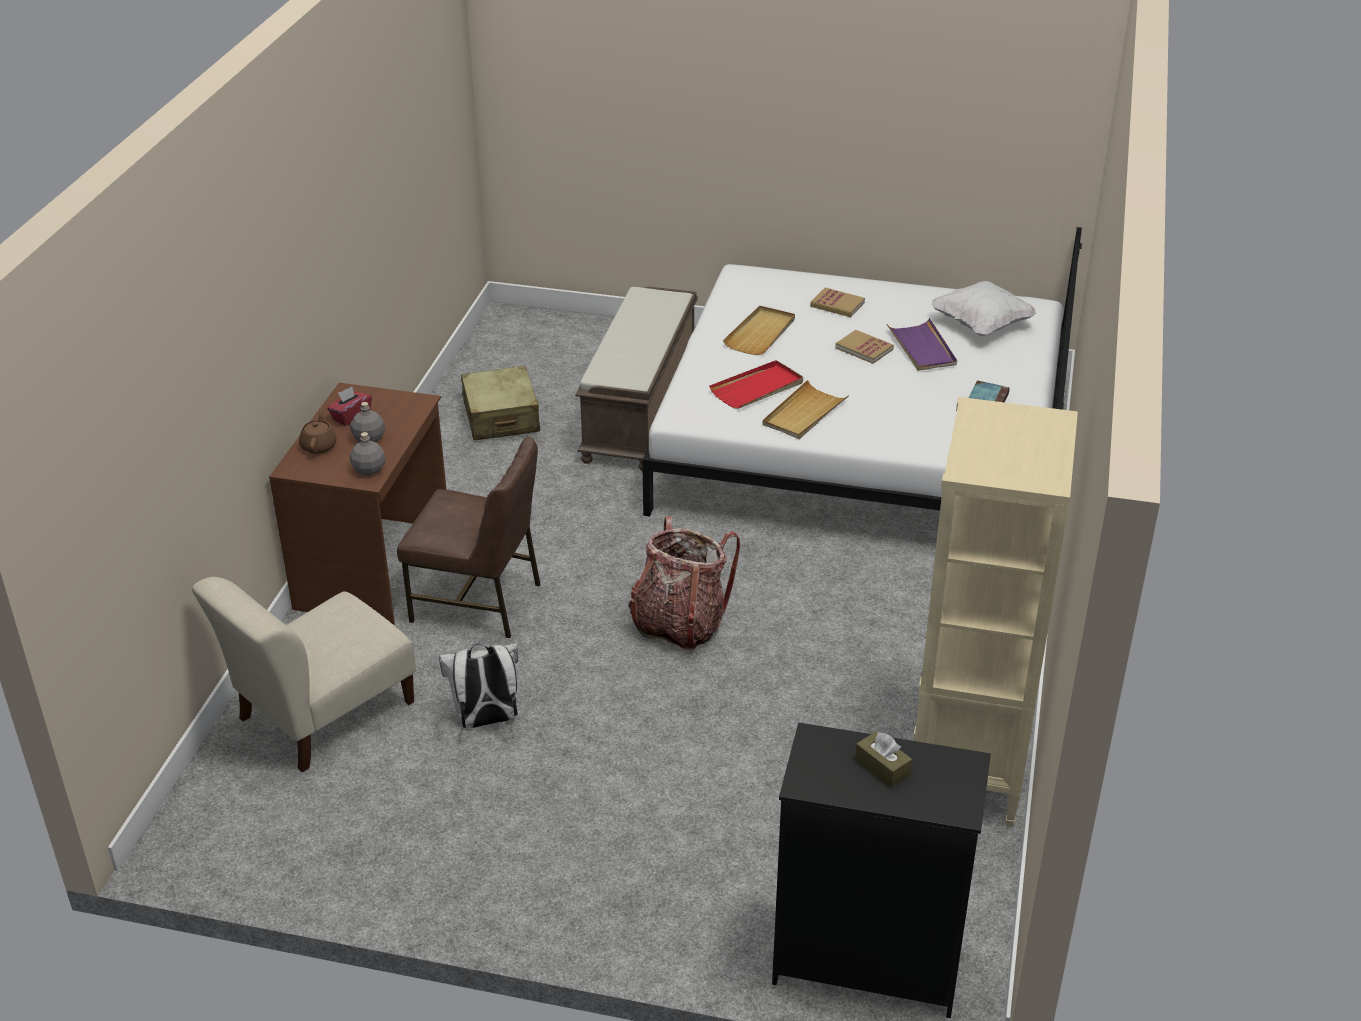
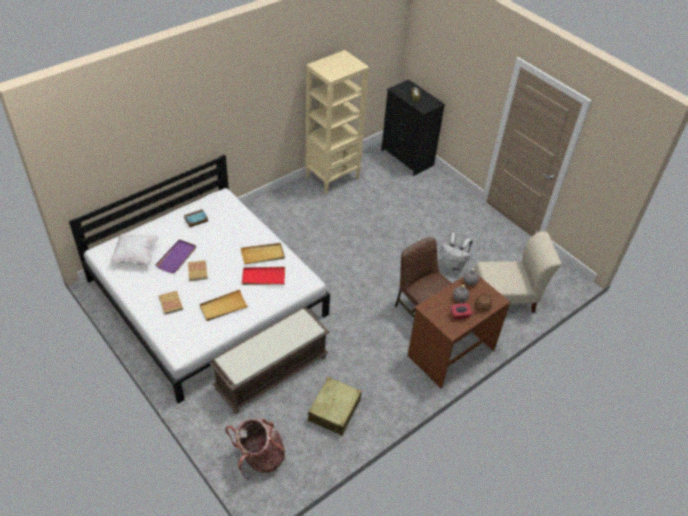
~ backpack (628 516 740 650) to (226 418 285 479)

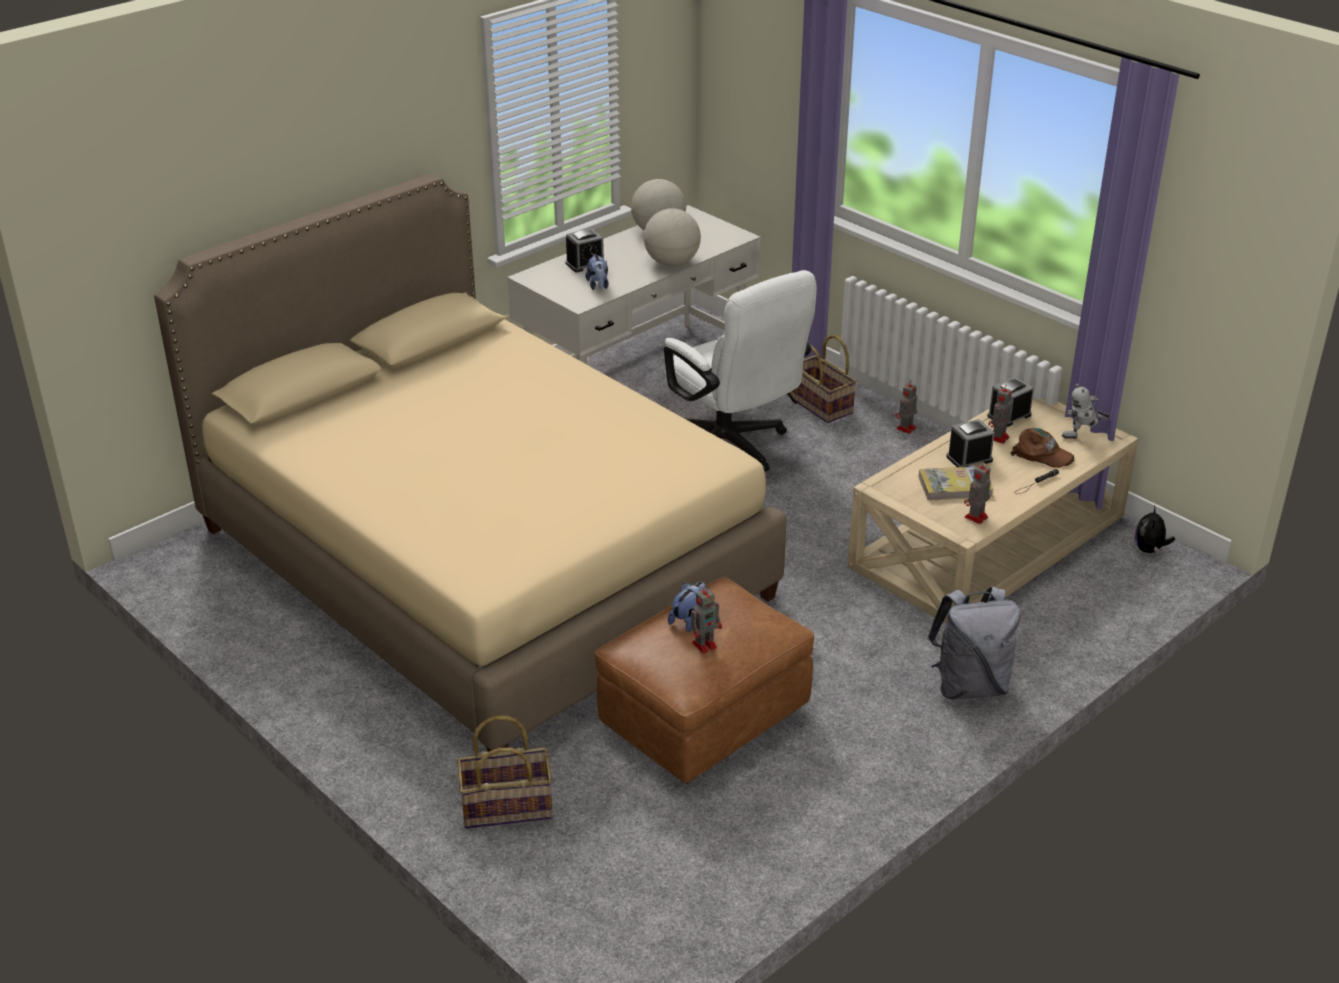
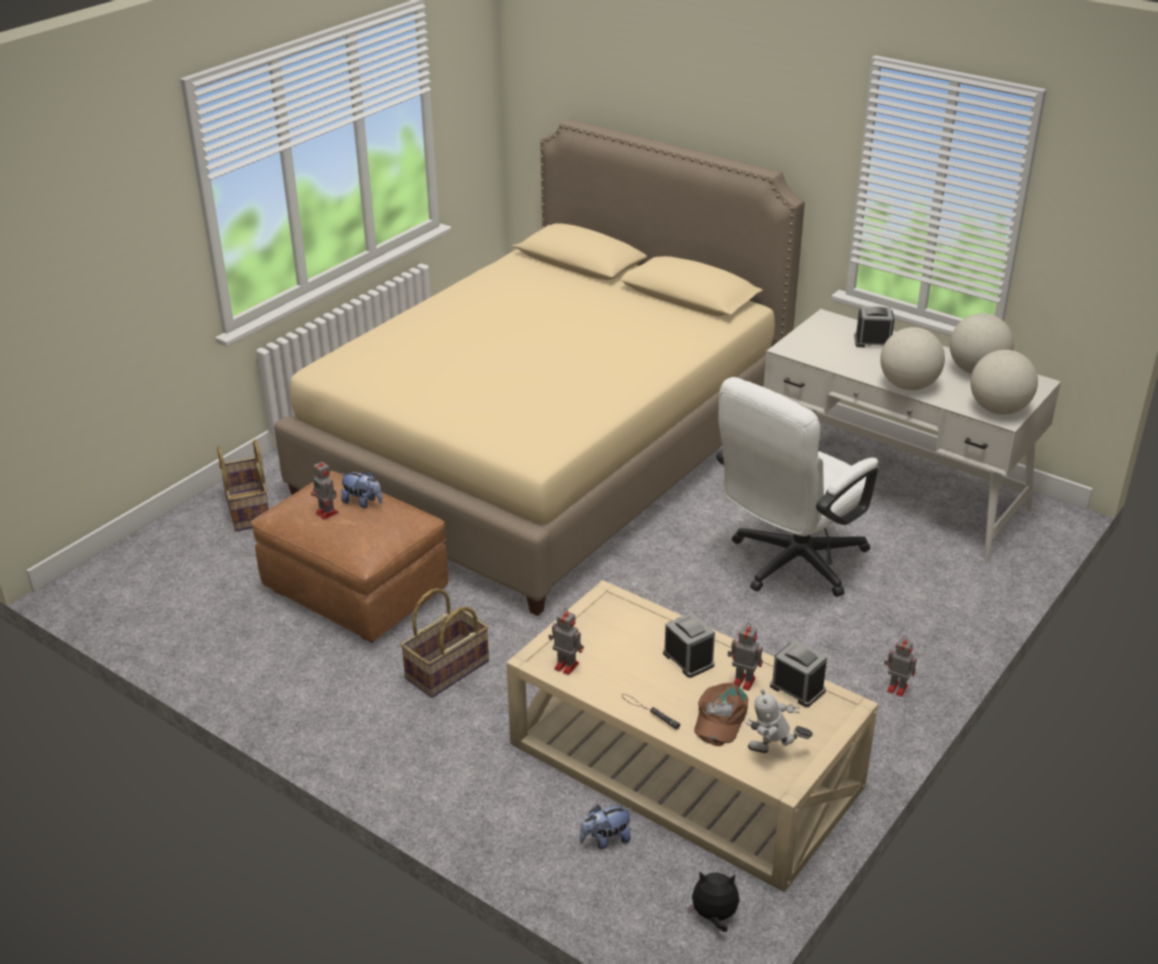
~ alarm clock (565 228 604 272) = (854 306 894 348) 135 degrees clockwise
~ plush toy (585 253 608 291) to (579 805 632 849)
~ basket (788 335 857 423) to (400 588 489 698)
~ toy robot (1062 384 1109 439) = (746 689 813 753) 60 degrees counterclockwise
- book (919 466 994 501)
- grey backpack (927 586 1020 700)
+ globe (971 350 1038 414)

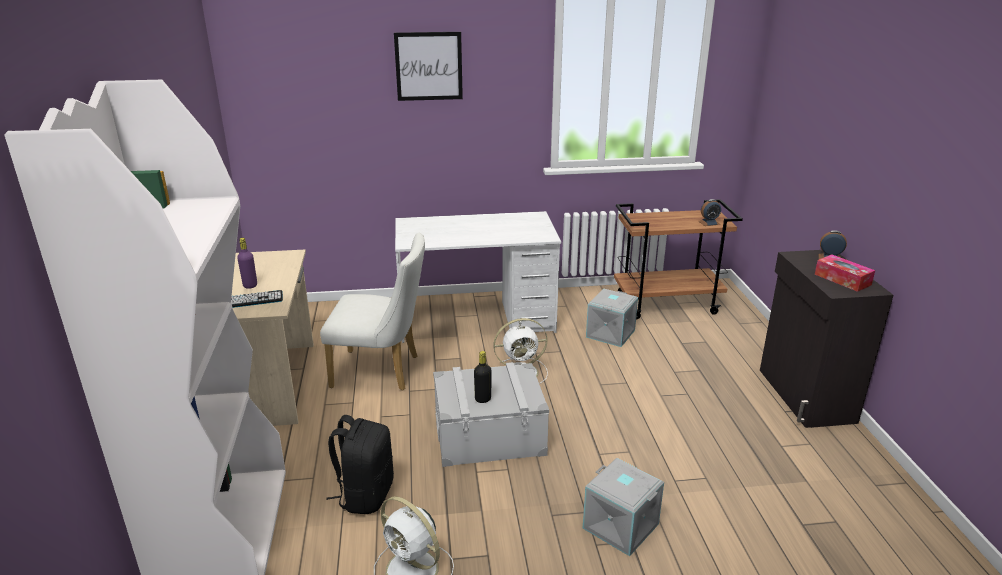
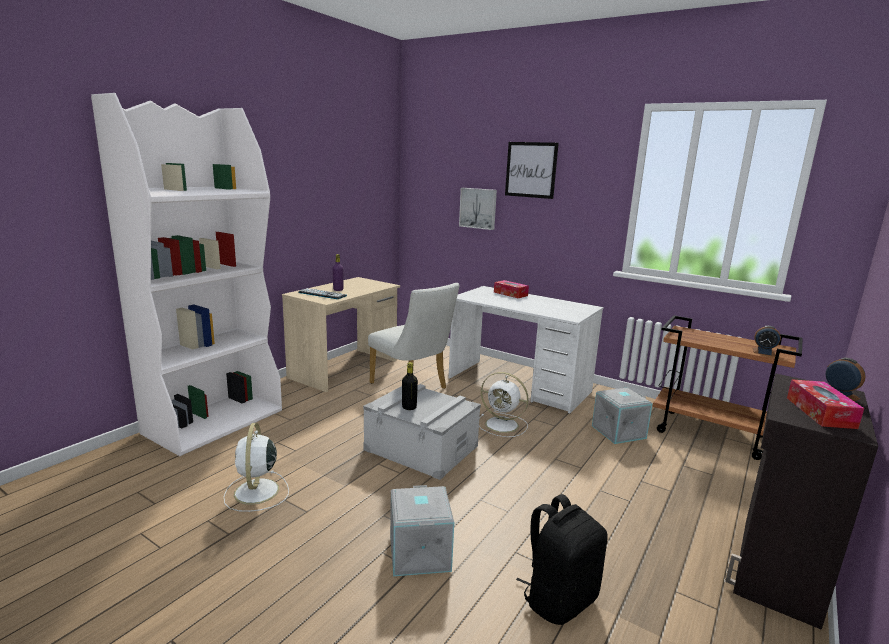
~ black backpack (326 415 394 514) to (516 494 608 625)
+ picture (459 188 497 230)
+ tissue box (494 280 529 298)

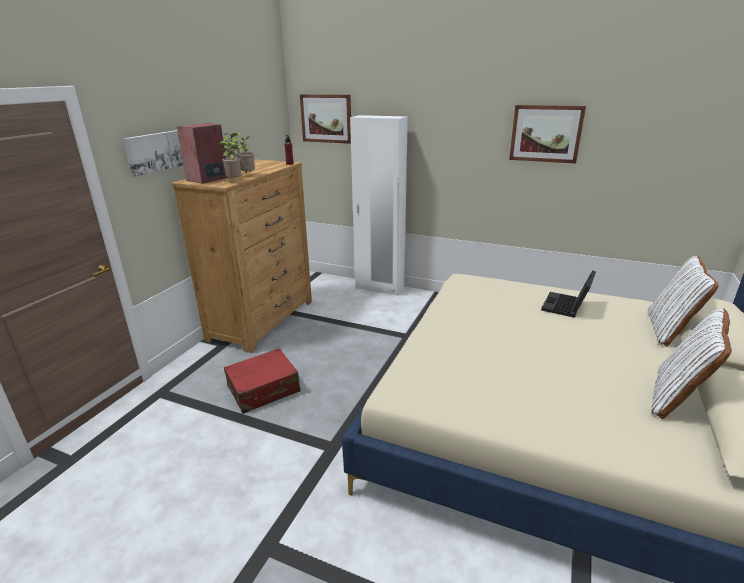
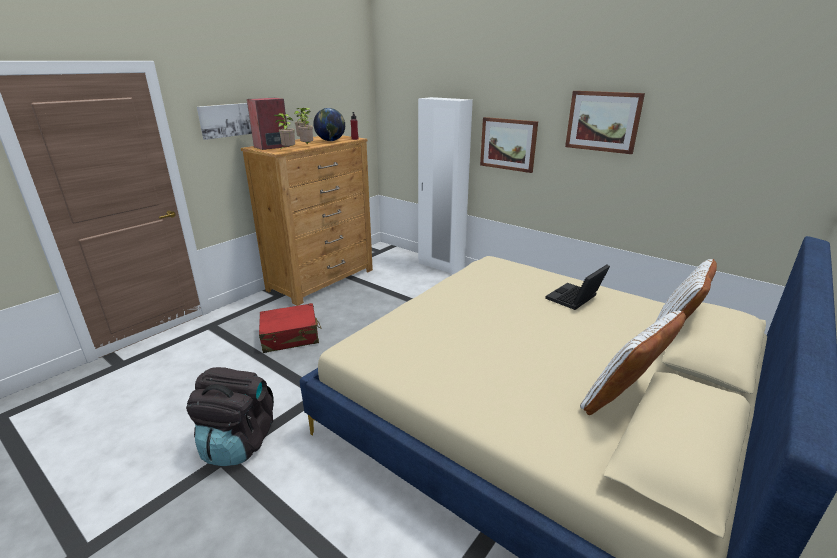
~ picture (300 94 351 144) to (480 117 538 173)
+ globe (313 108 345 141)
+ black backpack (186 367 274 466)

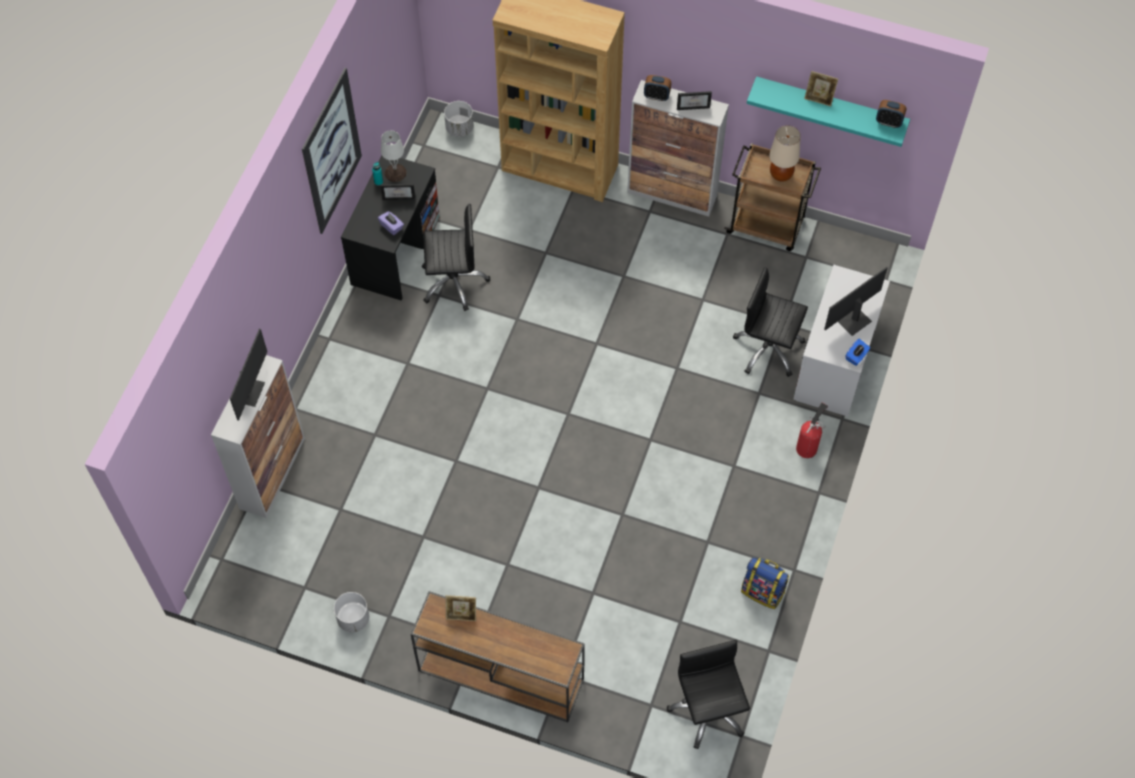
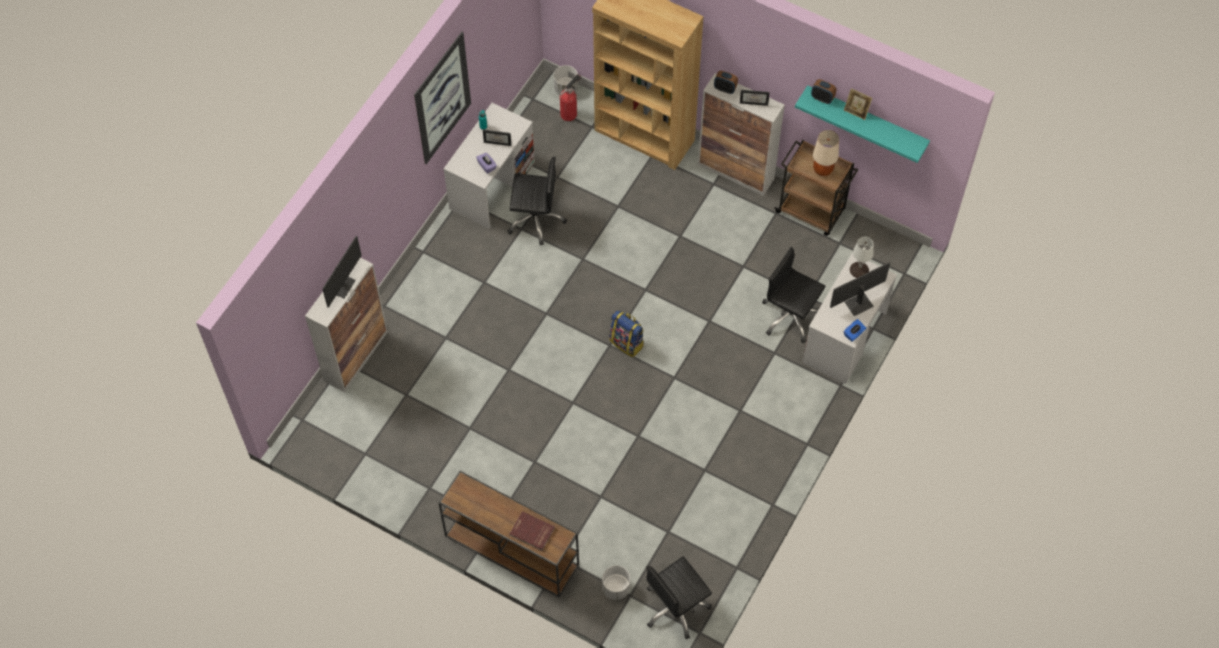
~ alarm clock (876 100 906 128) to (811 79 836 104)
~ white table lamp (381 130 407 182) to (850 237 874 278)
~ black desk (341 156 440 301) to white desk (444 103 535 229)
~ fire extinguisher (796 402 828 458) to (560 74 582 121)
~ backpack (741 557 789 609) to (609 310 644 357)
~ white planter (334 592 369 632) to (602 566 630 600)
- picture frame (445 595 476 621)
~ black office chair (667 640 750 749) = (646 556 712 639) 120 degrees counterclockwise
+ red book (510 511 555 551)

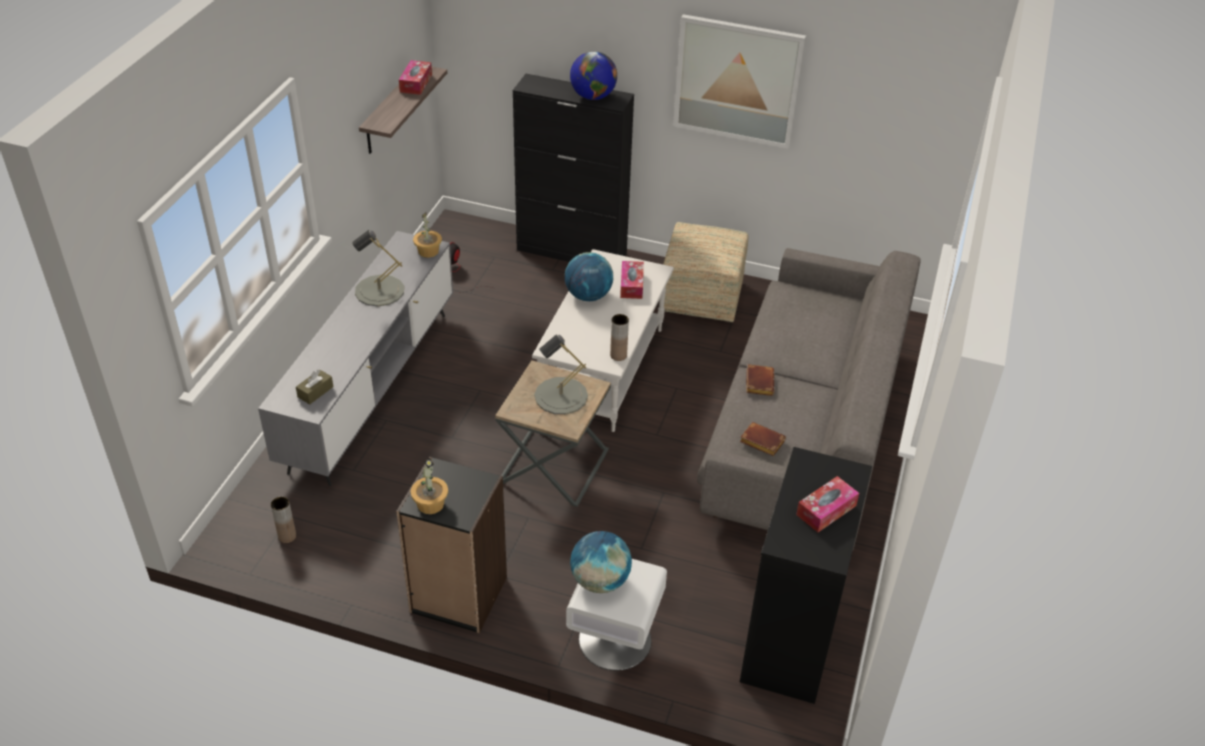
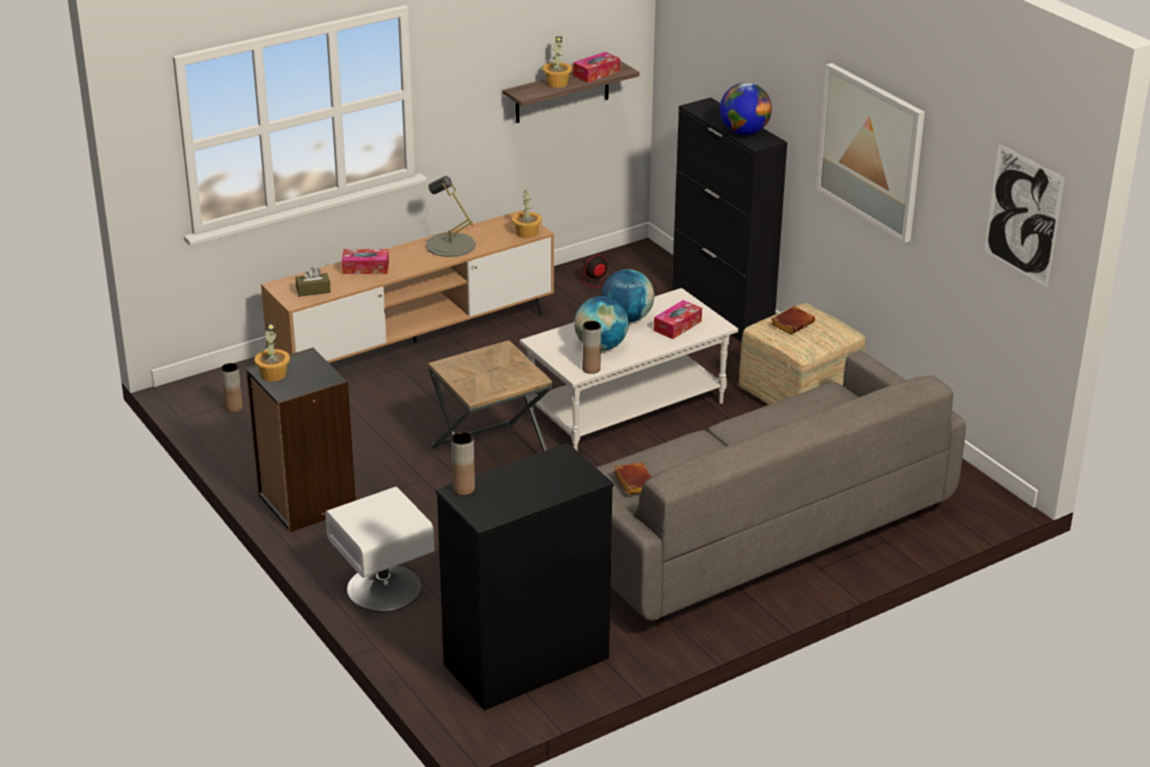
~ grey tv stand (258 231 453 486) to brown tv stand (261 210 554 363)
- grey table lamp (534 335 588 414)
~ brown book (746 364 774 396) to (771 306 815 335)
~ tissue box (796 476 859 532) to (342 249 389 274)
~ globe (570 531 632 593) to (574 296 629 351)
+ potted plant (543 36 572 88)
+ picture (984 144 1065 287)
+ brown vase (451 432 475 495)

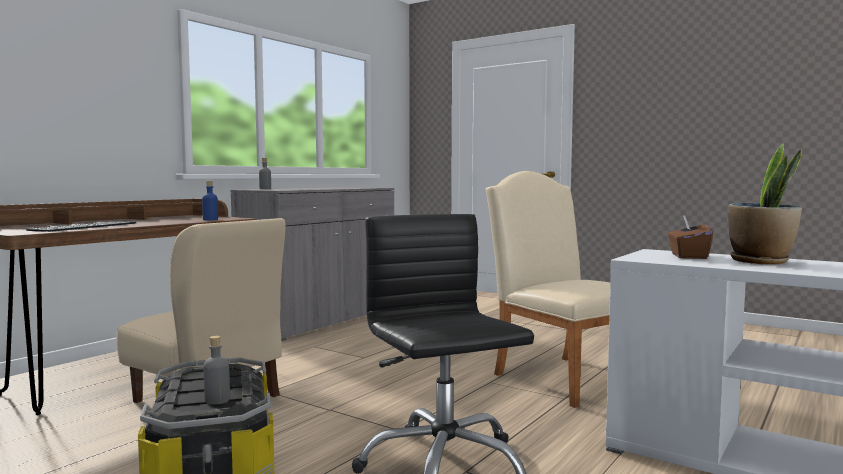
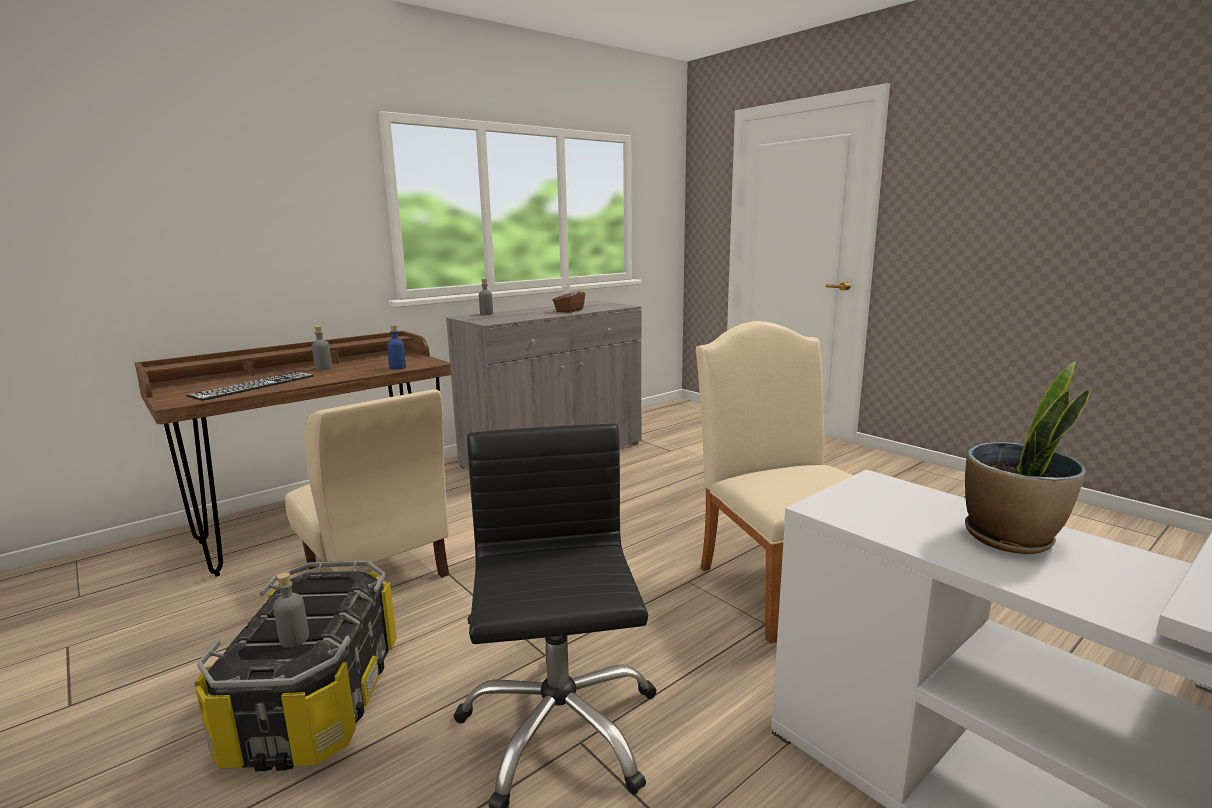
~ brown tissue box (668 215 713 259) to (553 285 585 313)
+ grey bottle (312 326 332 371)

